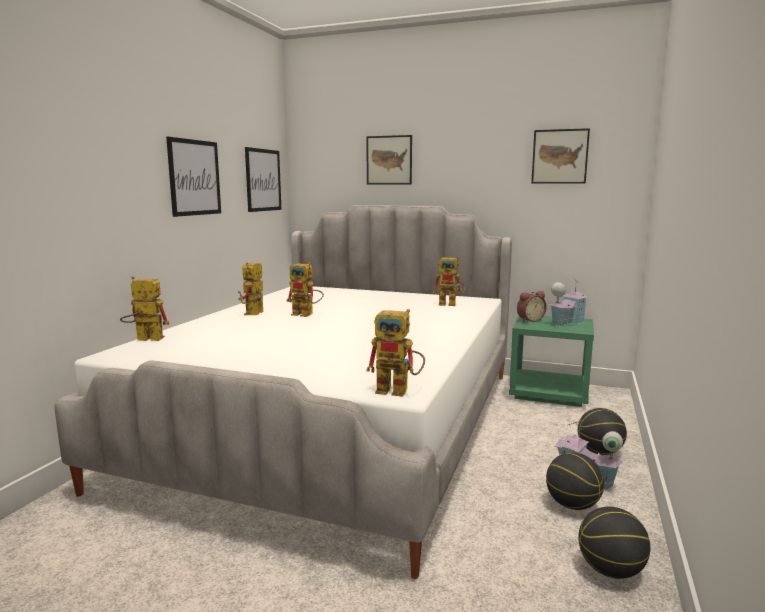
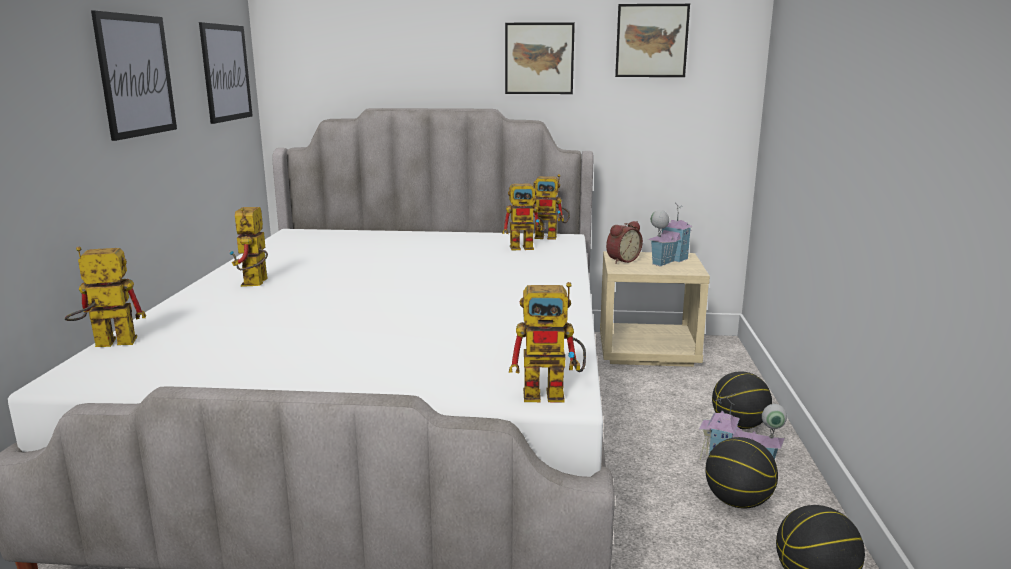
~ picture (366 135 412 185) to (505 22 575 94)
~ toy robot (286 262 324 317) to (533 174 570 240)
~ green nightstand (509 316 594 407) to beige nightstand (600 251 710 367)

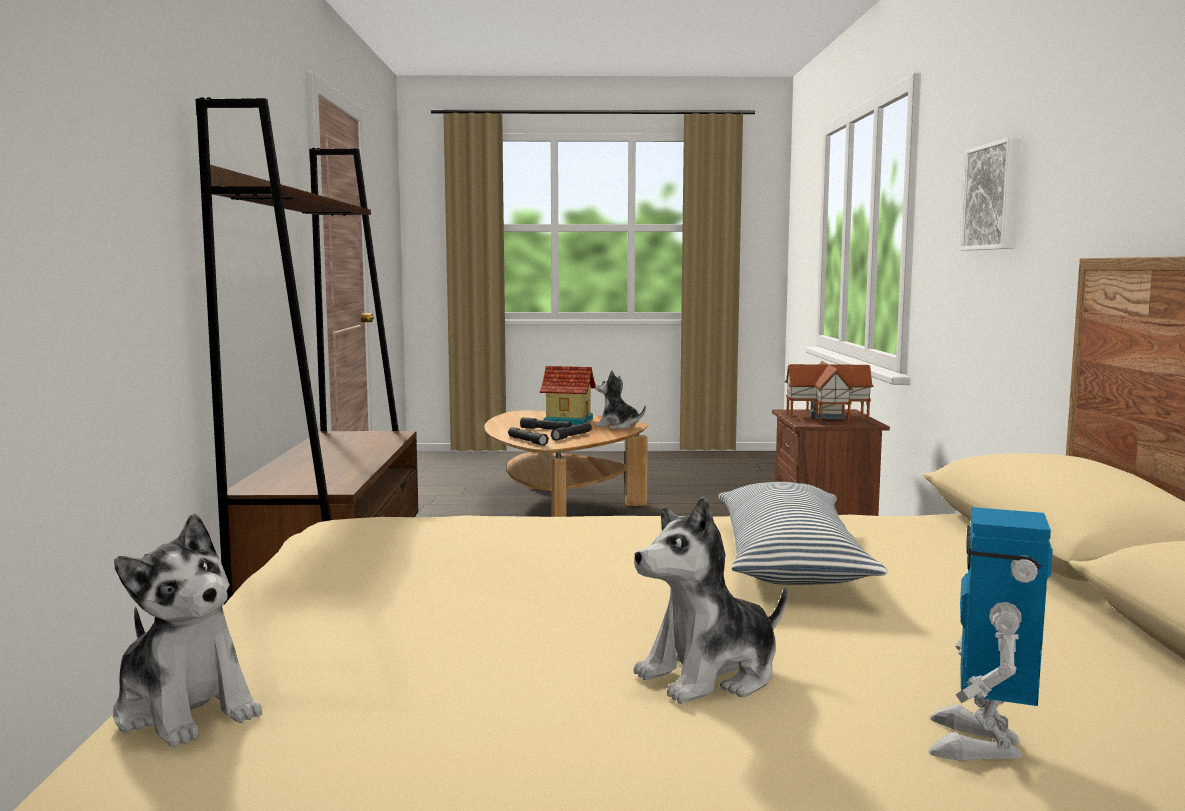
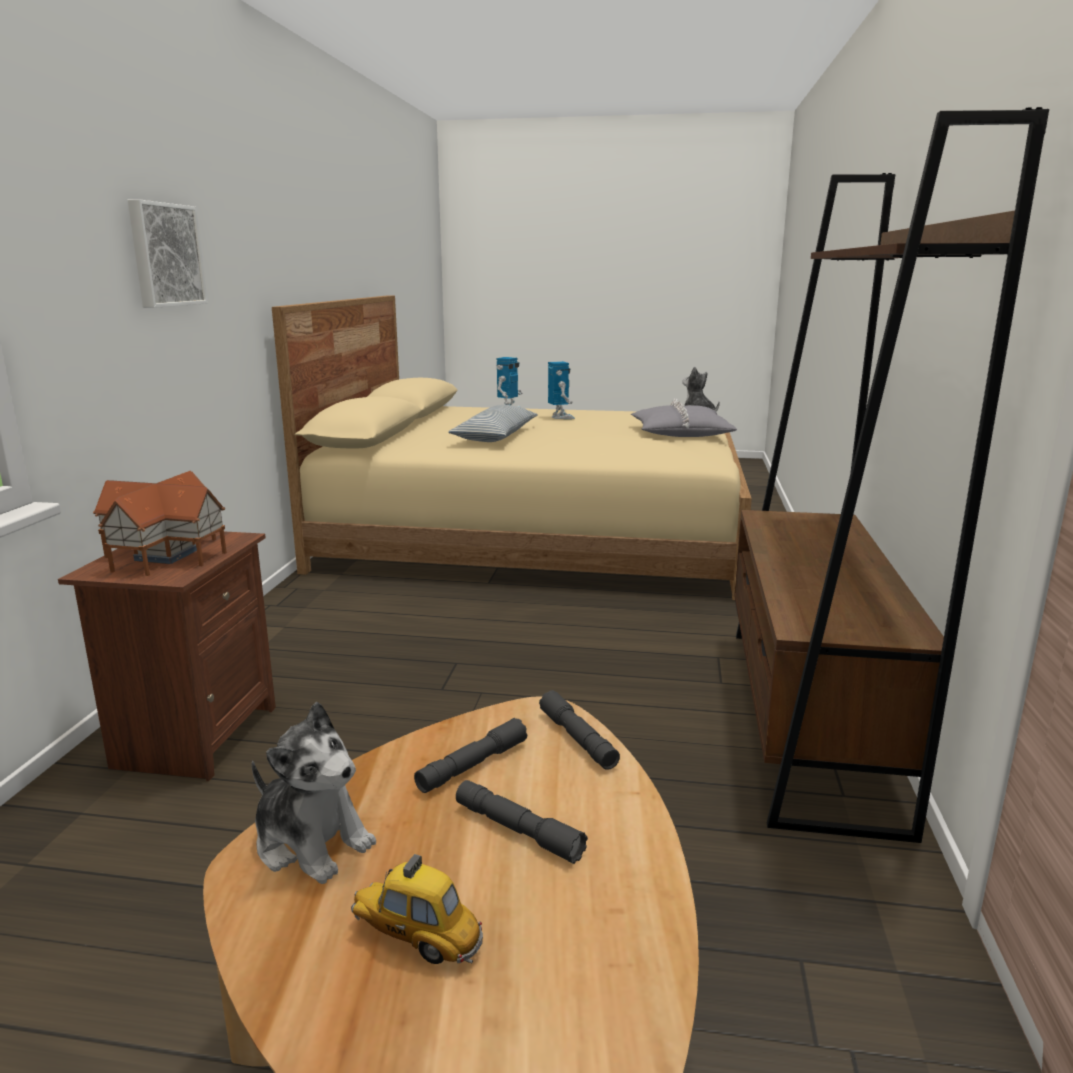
~ toy house (540 366 596 425) to toy car (351 854 483 964)
~ plush toy (633 496 787 704) to toy robot (548 361 575 419)
+ grey pillow (631 399 737 437)

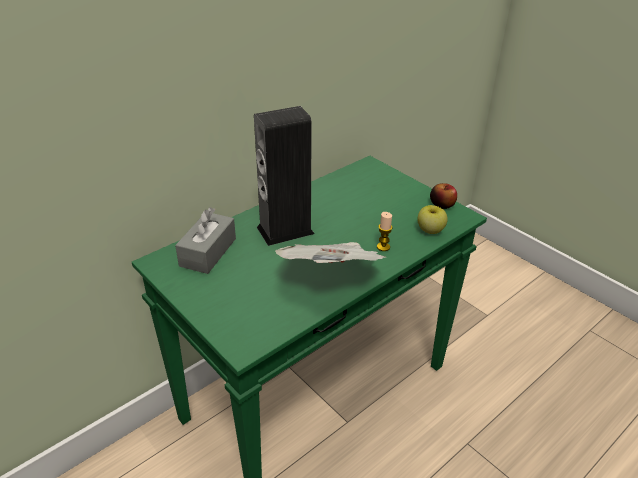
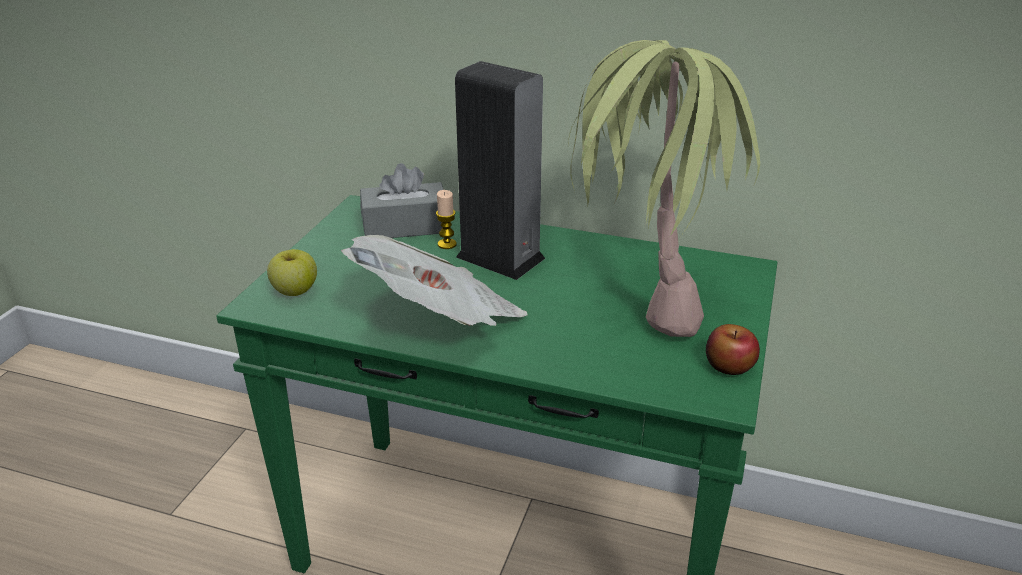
~ apple (418 205 448 234) to (267 249 317 296)
~ candle (377 212 392 251) to (436 190 457 249)
+ potted plant (568 40 760 337)

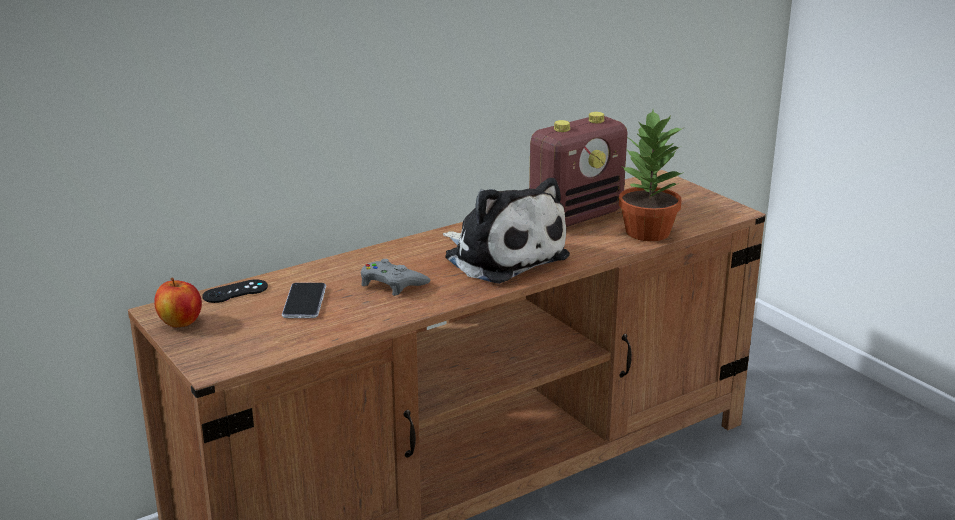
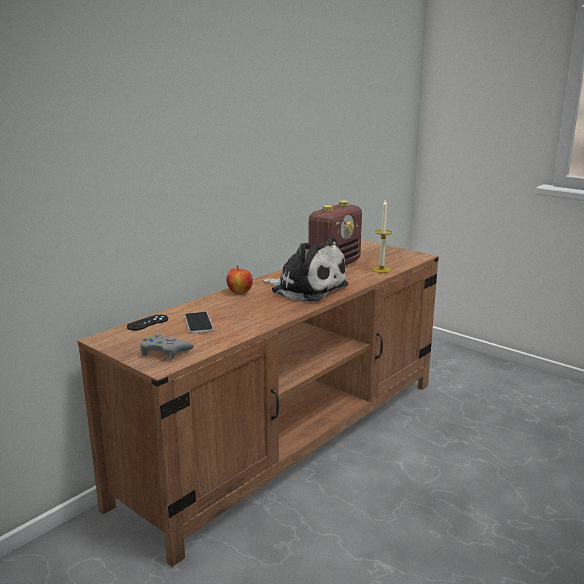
~ potted plant (619 110 684 241) to candle (372 200 392 273)
~ grey game controller (361 259 430 296) to (140 333 194 360)
~ apple (154 277 202 327) to (226 265 253 294)

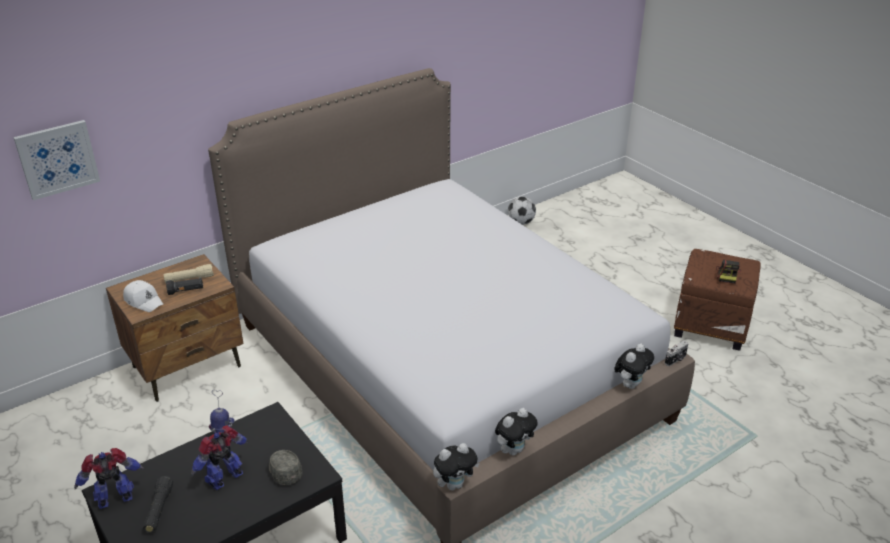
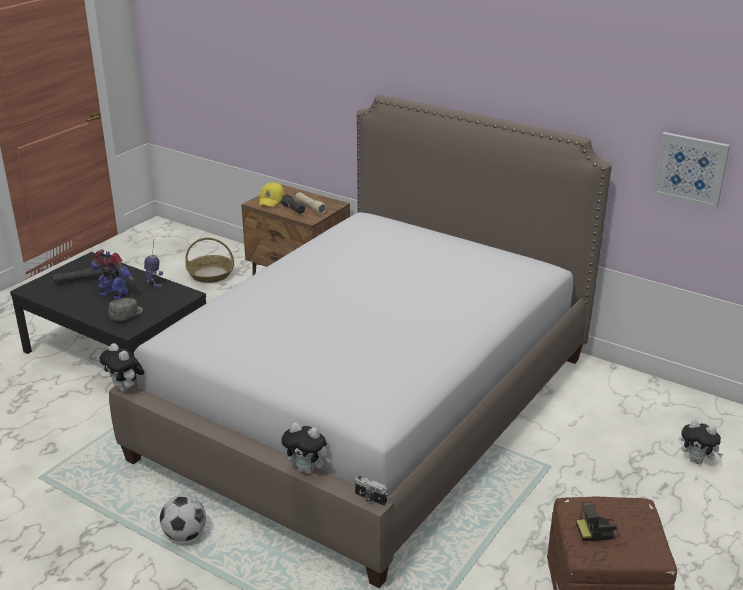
~ picture (13 120 100 200) to (653 132 730 209)
~ football (508 197 536 225) to (160 495 206 542)
~ white cap (123 280 163 312) to yellow cap (259 182 285 207)
~ plush toy (495 408 538 455) to (680 420 723 464)
- toy robot (74 448 144 509)
+ basket (185 238 234 283)

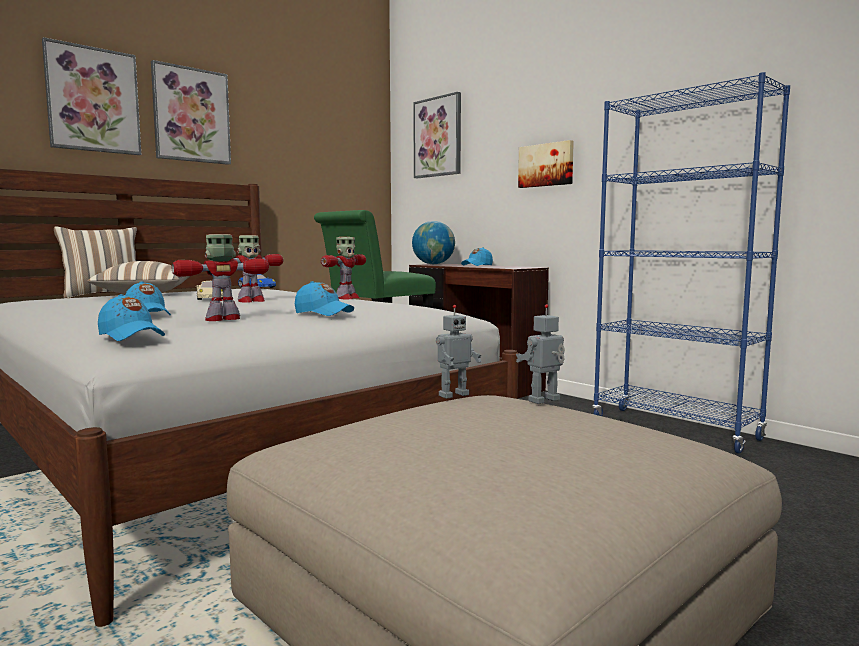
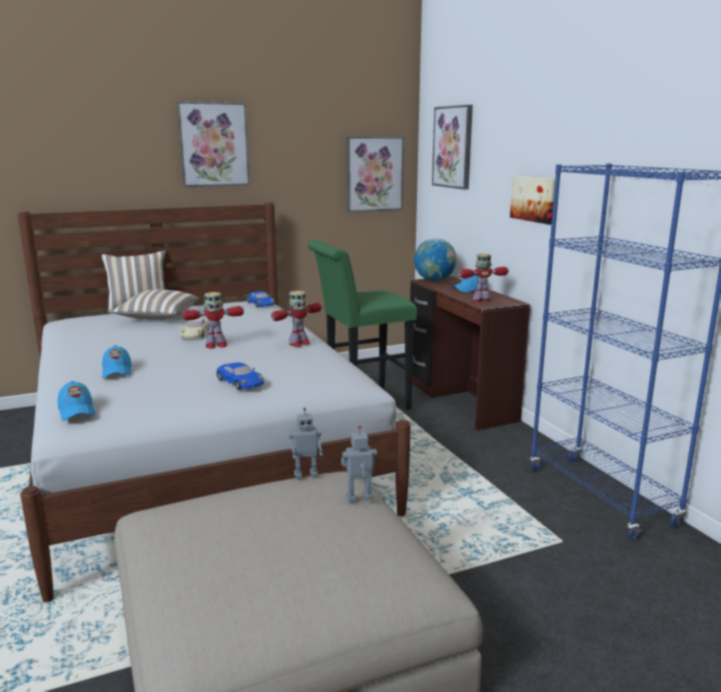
~ picture (42 37 141 155) to (347 137 404 212)
~ toy robot (172 234 269 321) to (459 253 508 302)
~ blue cap (295 281 354 316) to blue toy car (217 362 264 390)

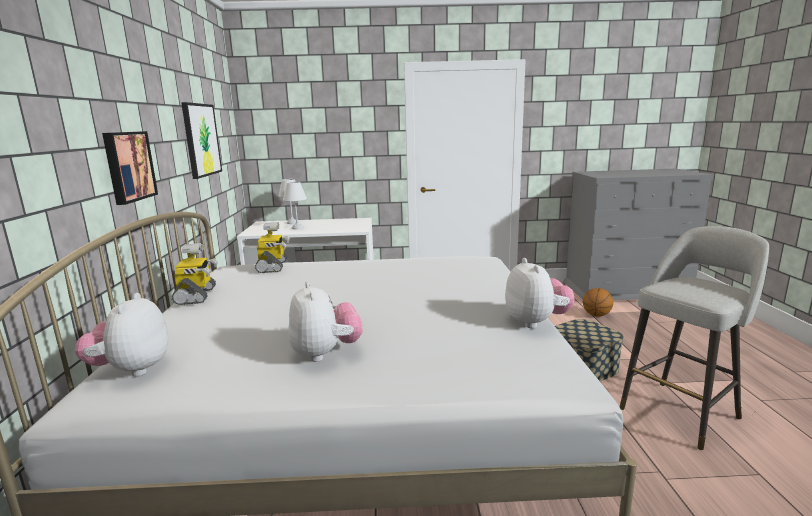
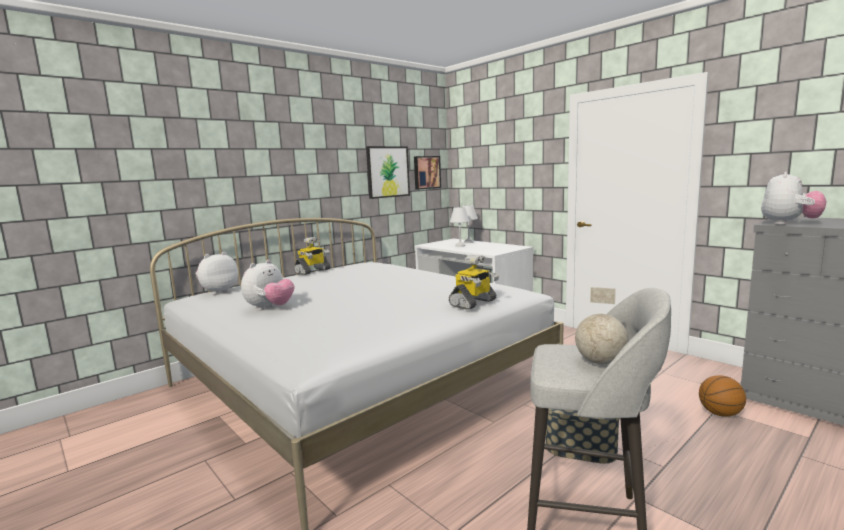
~ picture (102 131 158 205) to (414 156 441 190)
~ toy robot (255 222 290 273) to (449 255 499 310)
~ plush toy (505 258 575 328) to (761 172 827 225)
+ globe (575 287 628 364)

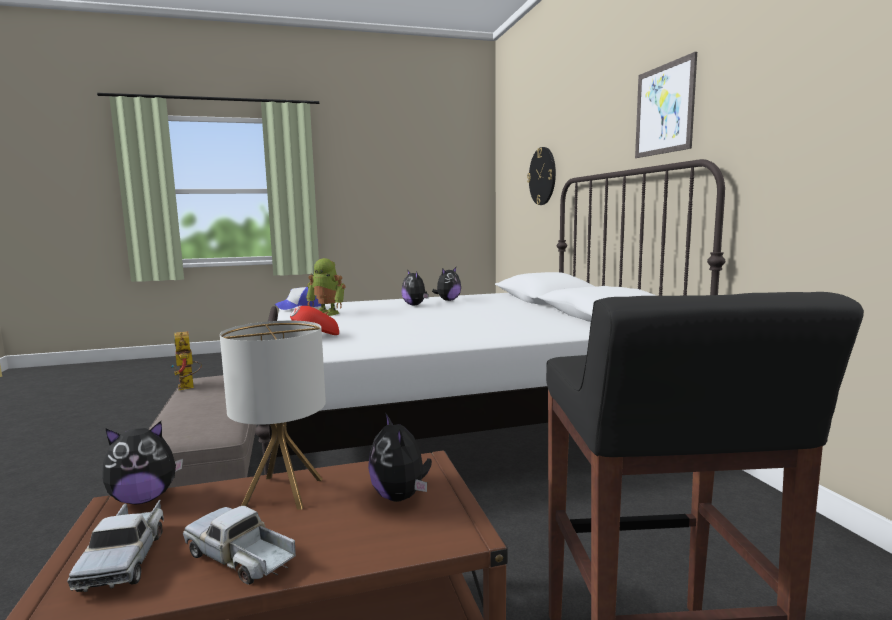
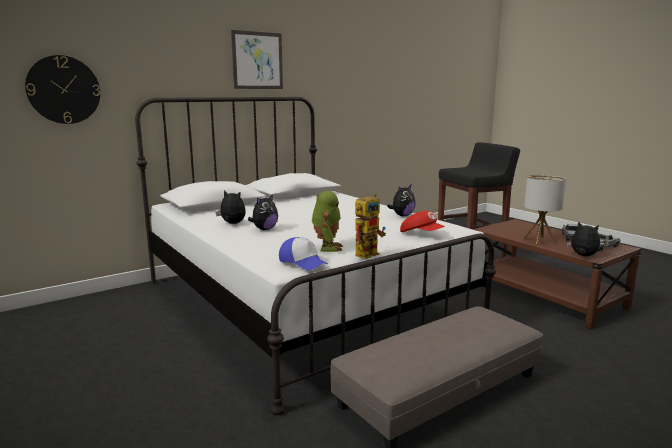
~ toy robot (171 331 202 390) to (355 193 386 259)
~ plush toy (368 413 432 502) to (387 185 415 216)

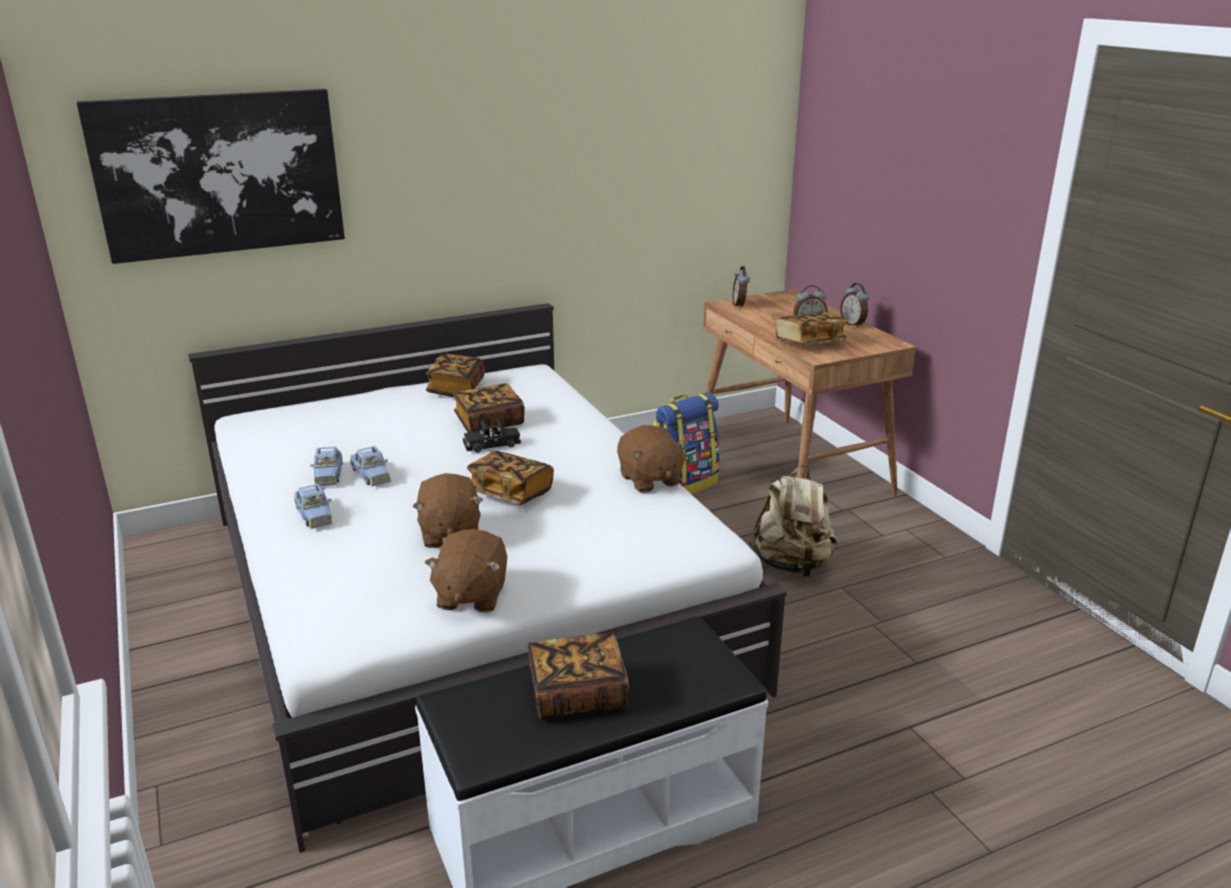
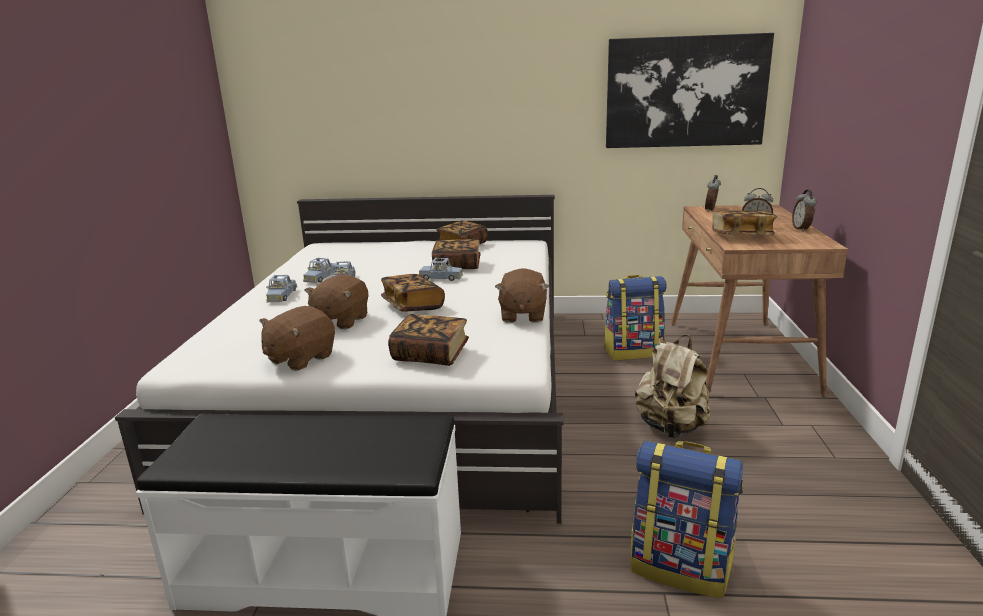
~ picture (77 89 345 264) to (606 33 774 148)
~ black toy car (463 418 521 453) to blue toy car (418 258 463 281)
~ book (528 633 629 720) to (388 314 469 366)
+ backpack (631 441 743 598)

